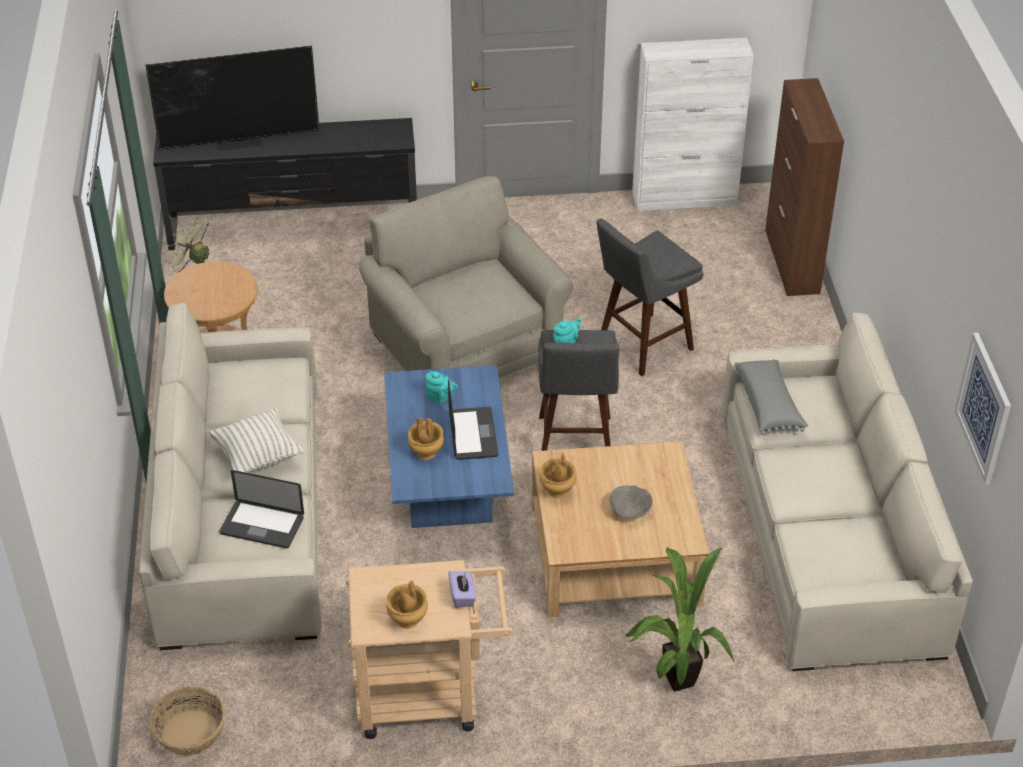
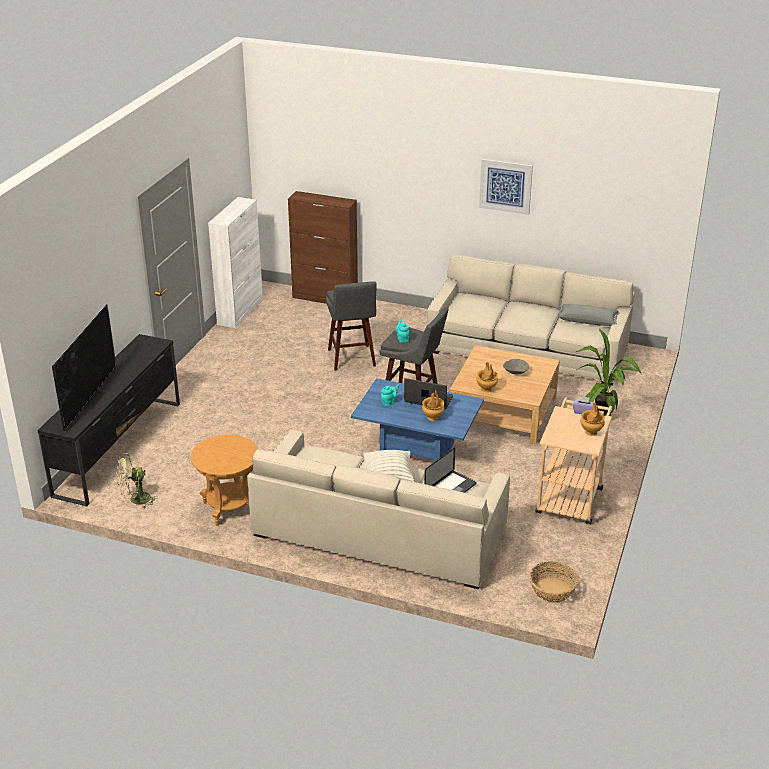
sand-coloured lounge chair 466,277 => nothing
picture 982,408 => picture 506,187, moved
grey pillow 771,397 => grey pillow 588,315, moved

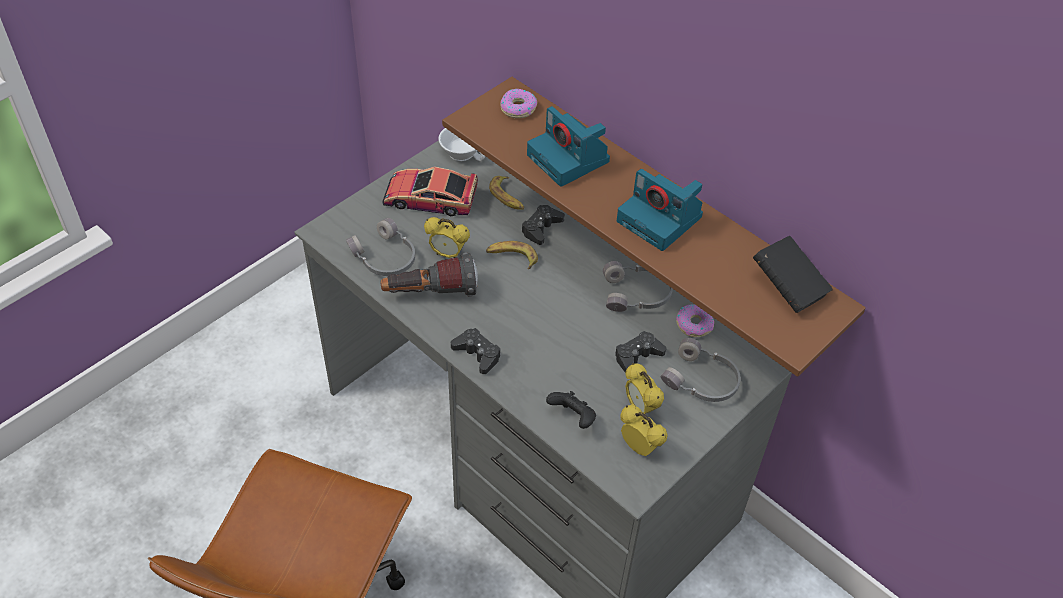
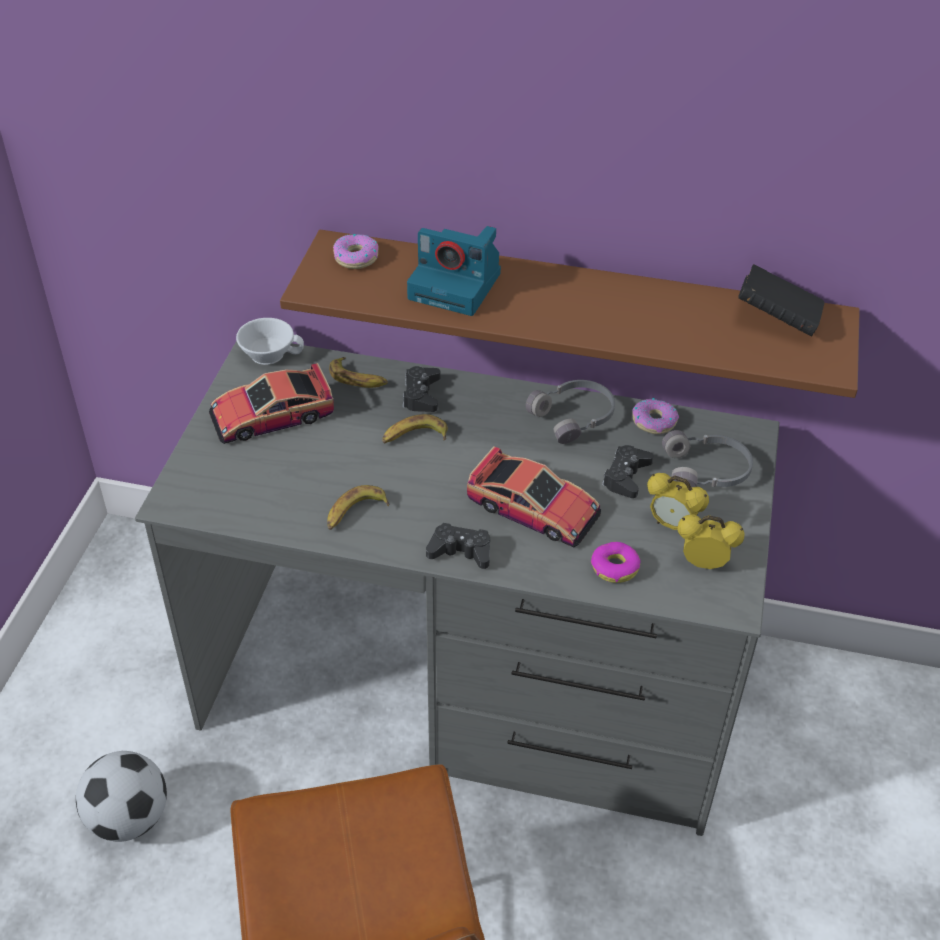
still camera 660,210 => nothing
table clock 447,237 => nothing
grey headset 380,247 => nothing
flashlight 429,275 => whole banana 358,507
black-coloured joypad 571,410 => donut 615,562
nothing => miniature car 534,496
nothing => ball for football 121,796

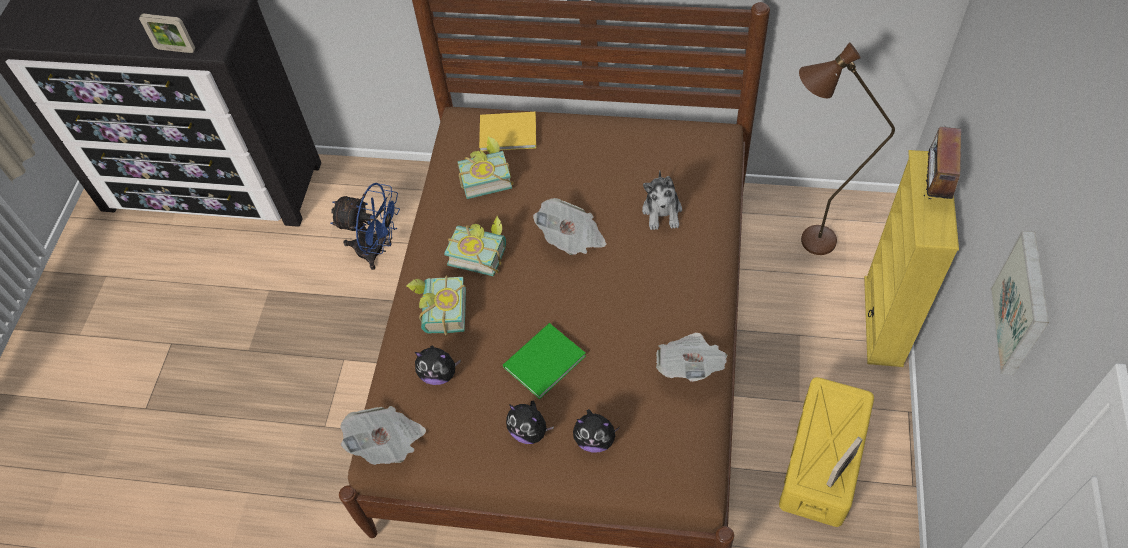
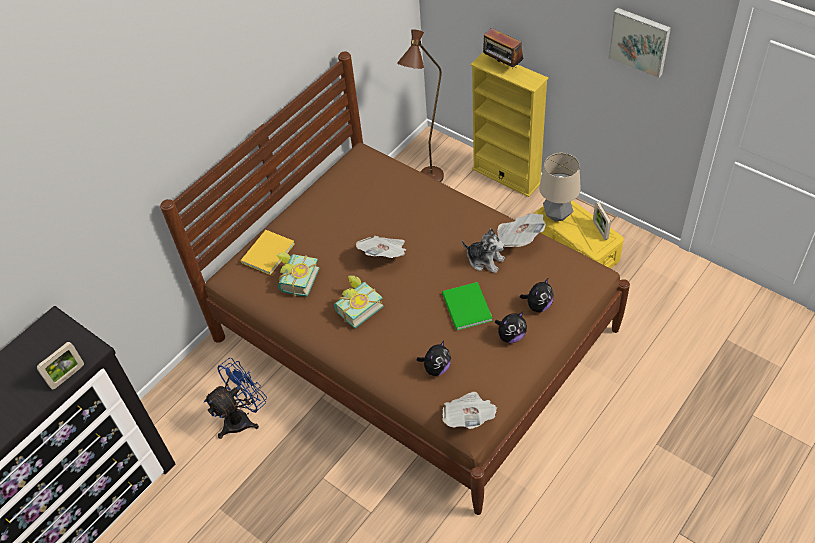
soft toy 662,200 => soft toy 483,250, moved
book 436,305 => nothing
nothing => table lamp 560,187

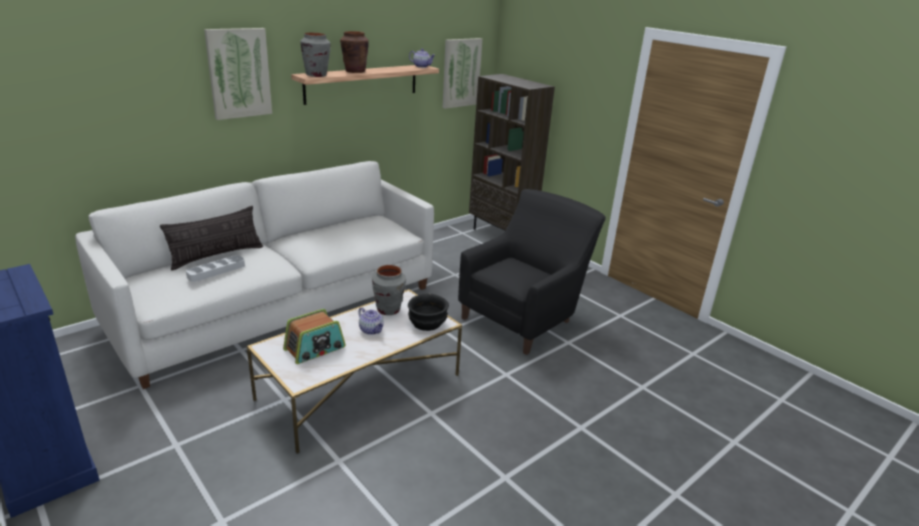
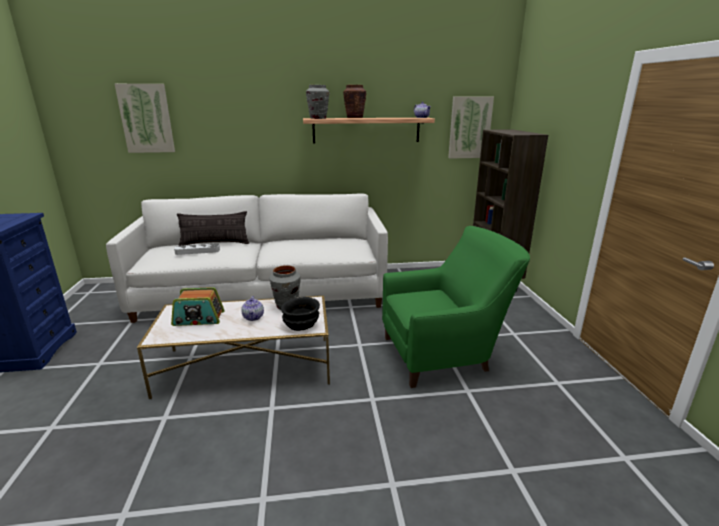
picture 238,74 => picture 145,118, moved
black-coloured lounge chair 532,272 => green lounge chair 456,307

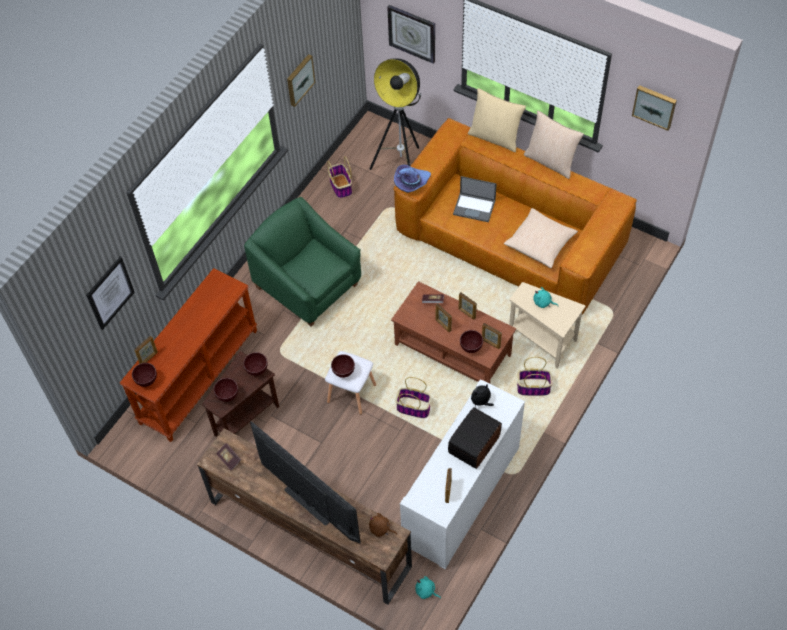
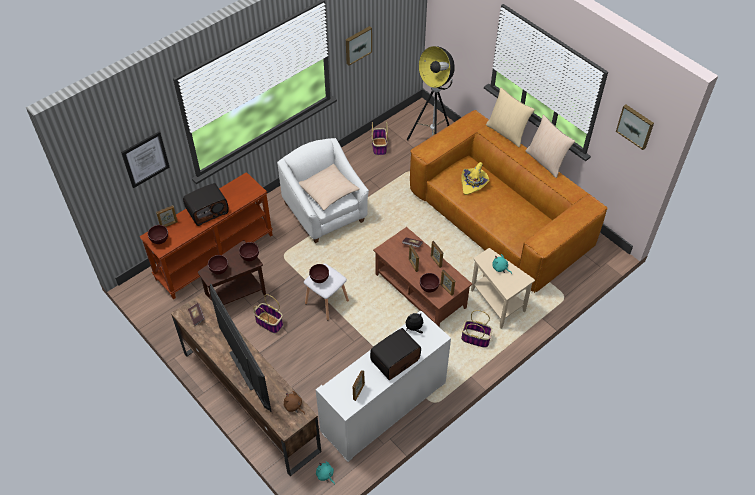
hanging clock 411,34 => nothing
purplish clothing hat 412,179 => nothing
portable computer 475,199 => yellowish clothing hat 475,178
green lounge chair 302,262 => whitish lounge chair 323,190
sand-coloured pillow 541,238 => sand-coloured pillow 329,187, moved
basket 413,397 => basket 268,314, moved
nothing => radio set 206,204

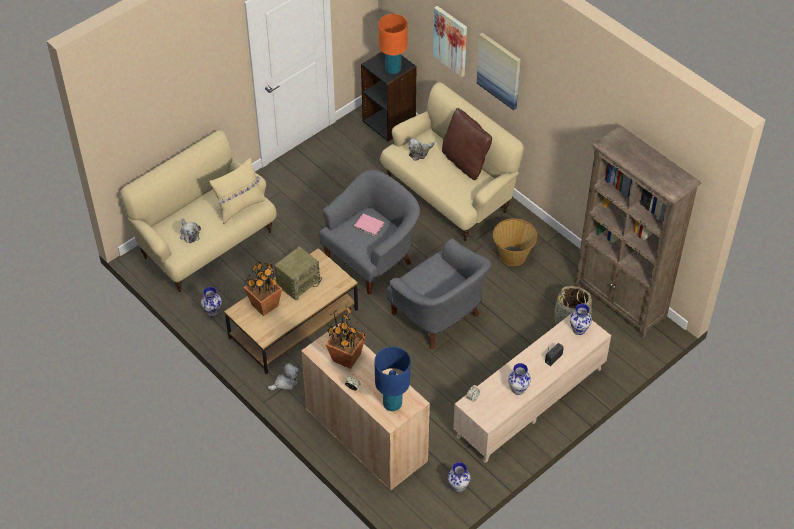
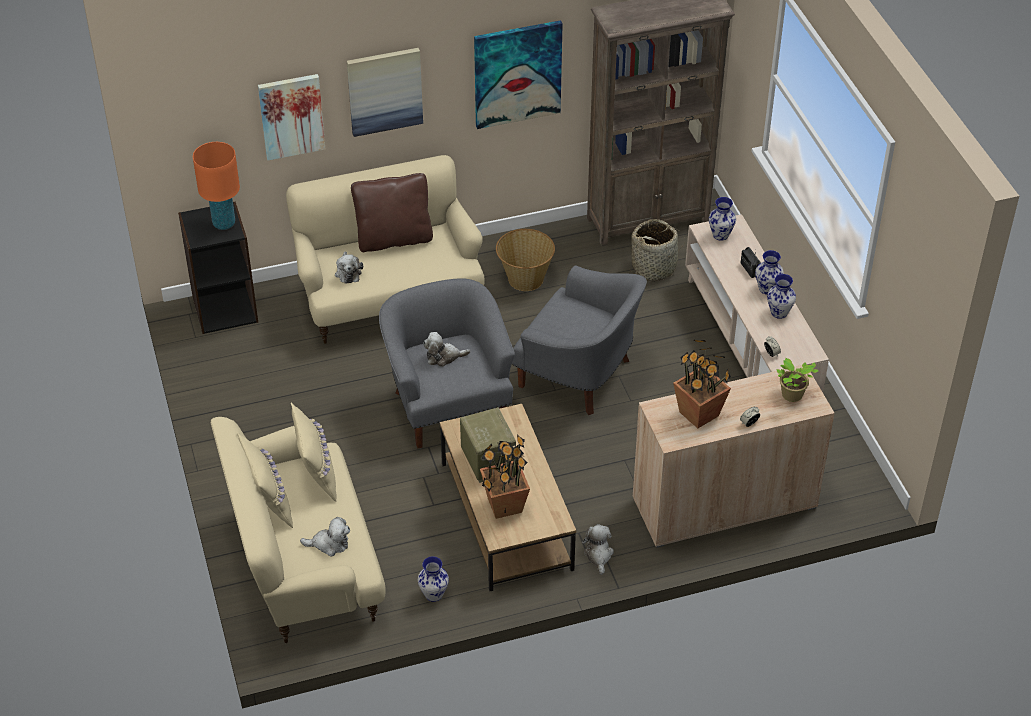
pink-coloured book 369,225 => soft toy 446,349
grey lounge chair 439,293 => grey lounge chair 579,340, 45 degrees clockwise
blue table lamp 392,378 => houseplant 797,380
vase 459,477 => vase 769,272, moved
nothing => picture 518,74
nothing => sand-coloured pillow 265,480

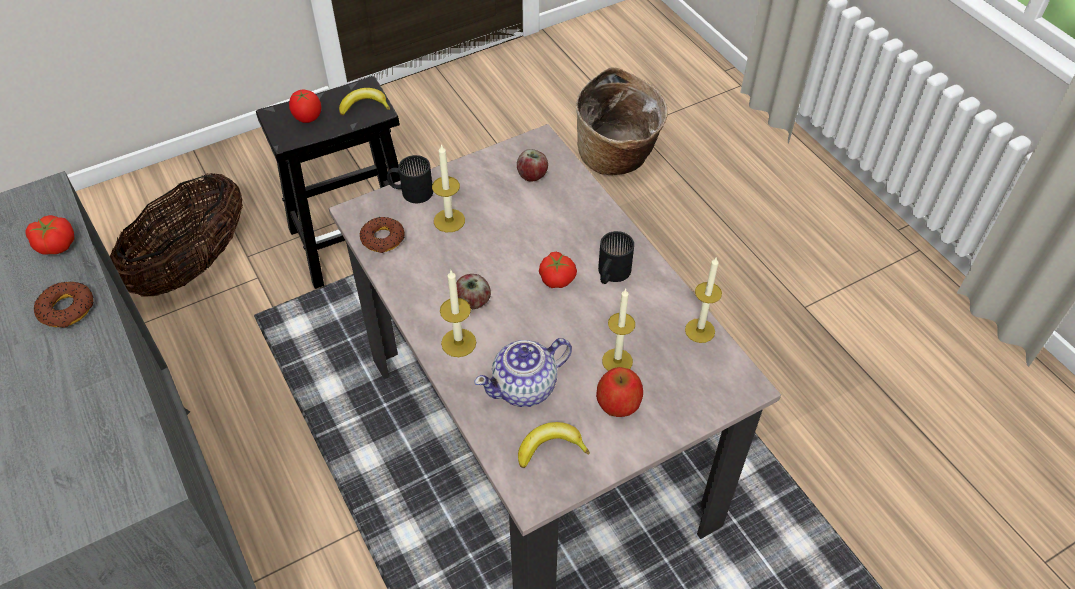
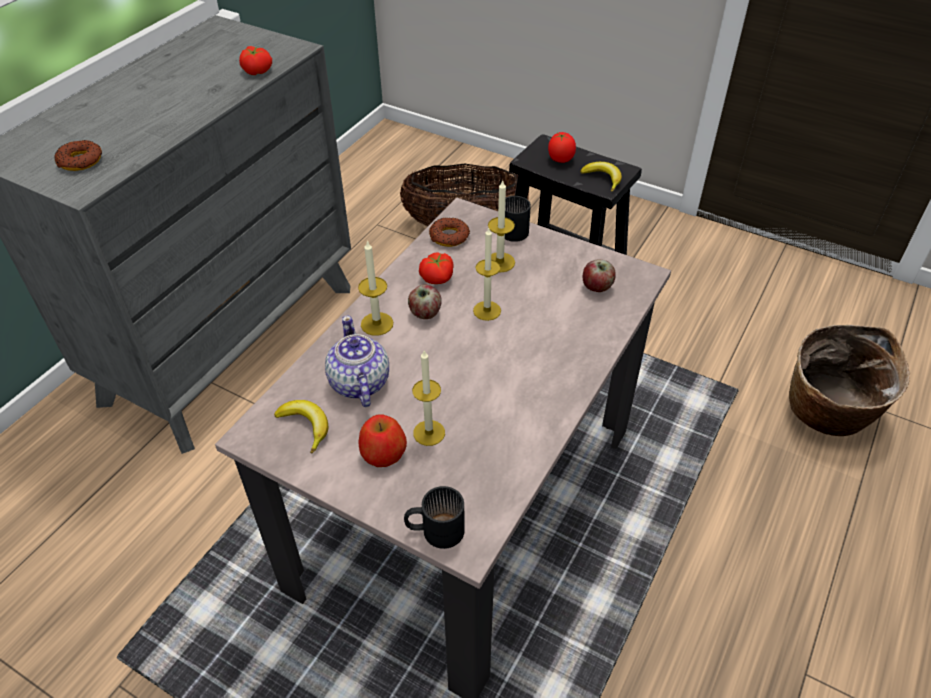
black-coloured coffee mug 616,257 => black-coloured coffee mug 434,517, moved
whole tomato 558,270 => whole tomato 436,268, moved
candle 703,300 => candle 487,274, moved
donut 64,304 => donut 78,155, moved
pot for tea 523,372 => pot for tea 357,361, 45 degrees clockwise

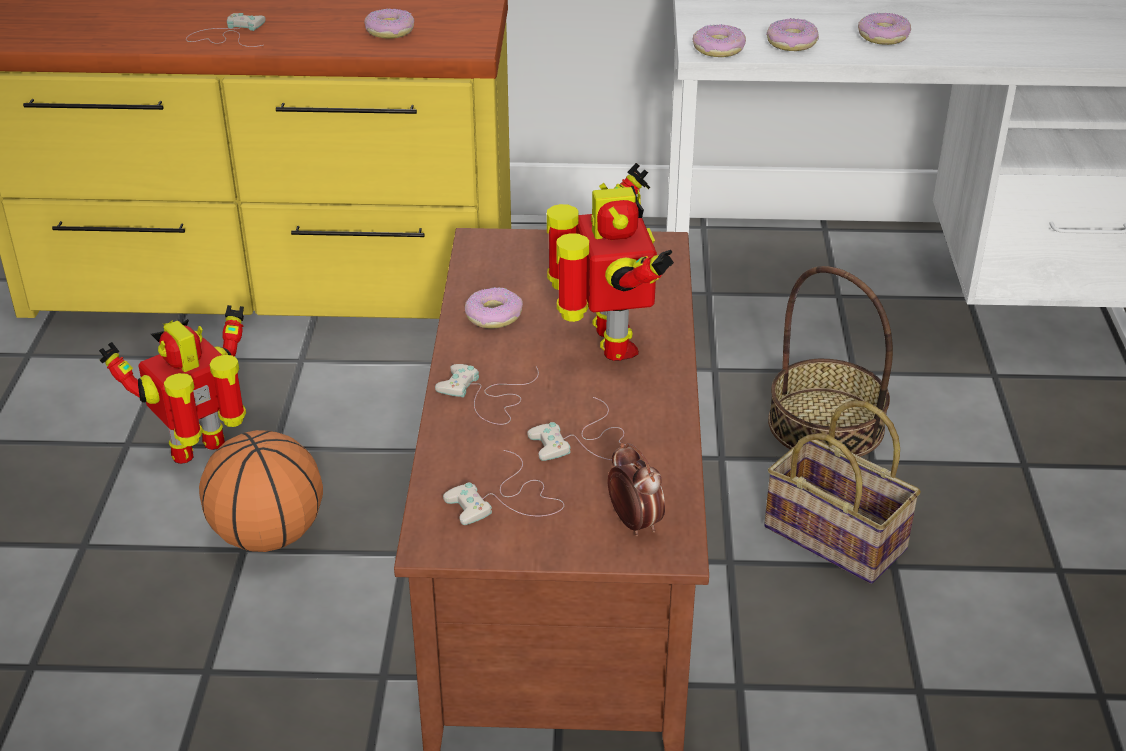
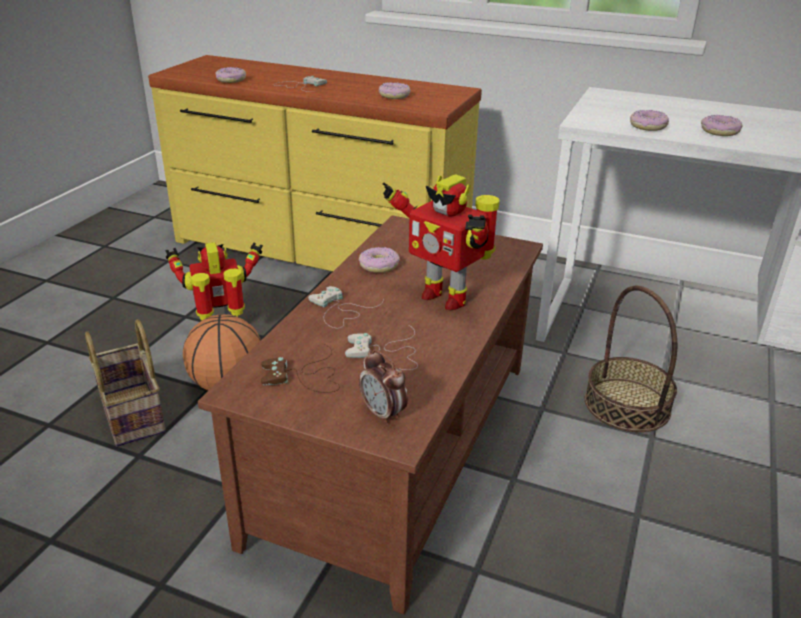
donut 719,41 => donut 230,75, moved
robot figure 610,262 => robot figure 441,242, 120 degrees clockwise
basket 842,492 => basket 125,382, moved
table clock 636,490 => table clock 383,387, 150 degrees clockwise
whitish joypad 503,487 => brown-coloured joypad 300,368

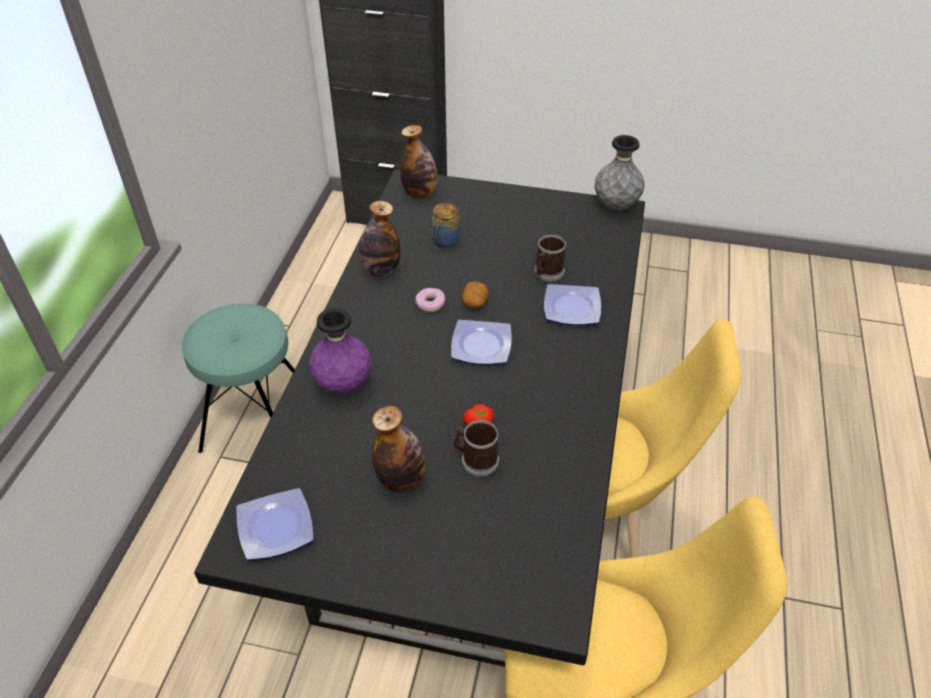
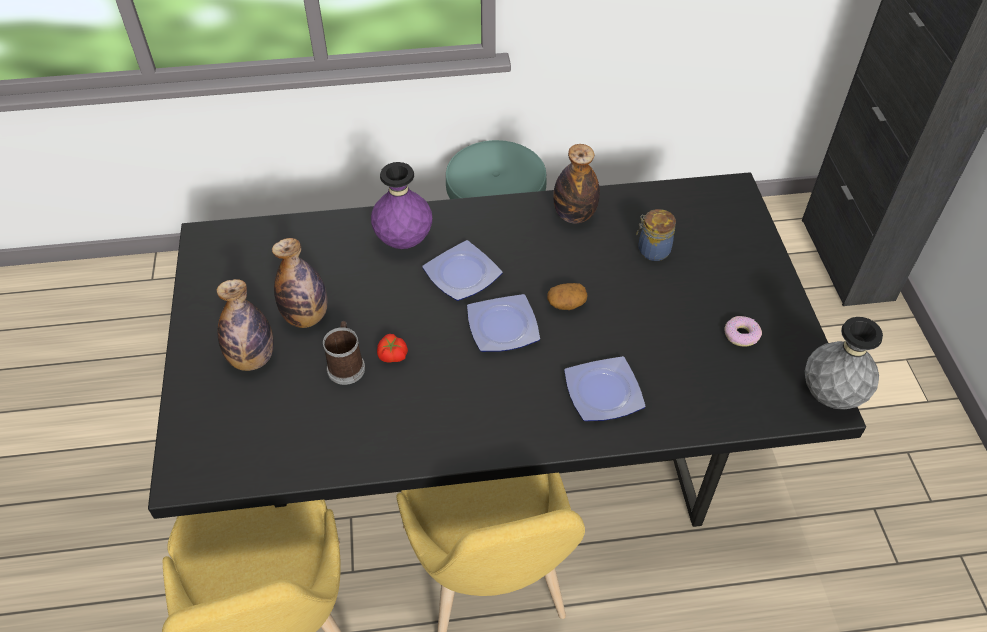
beverage bottle 419,161 => beverage bottle 245,325, moved
coffee mug 550,258 => nothing
donut 430,300 => donut 743,331, moved
plate 275,524 => plate 462,270, moved

